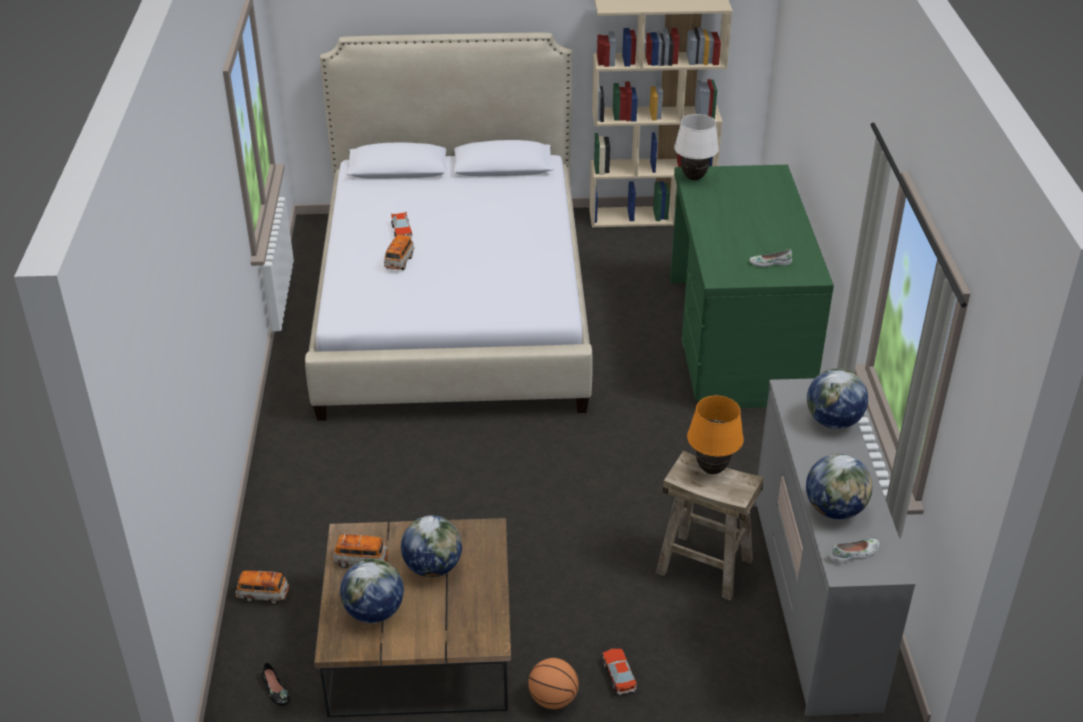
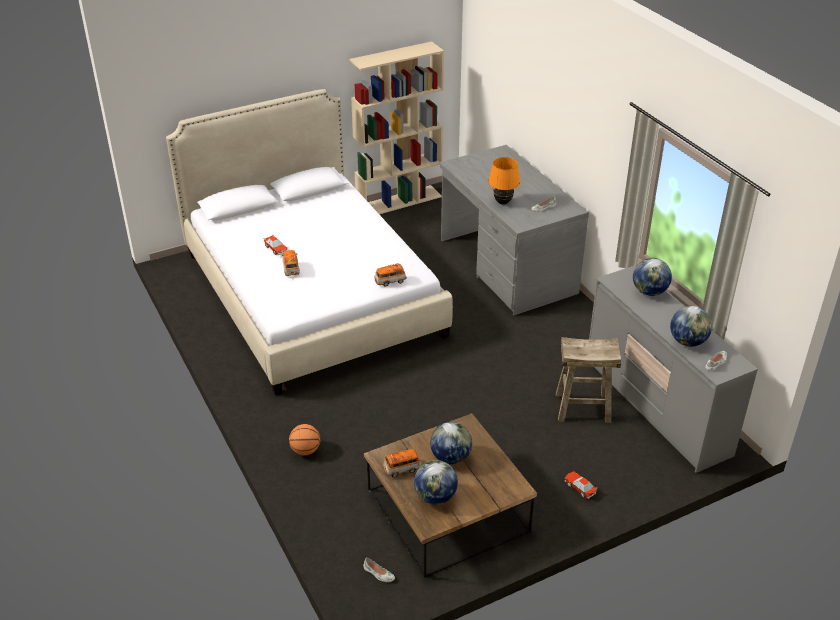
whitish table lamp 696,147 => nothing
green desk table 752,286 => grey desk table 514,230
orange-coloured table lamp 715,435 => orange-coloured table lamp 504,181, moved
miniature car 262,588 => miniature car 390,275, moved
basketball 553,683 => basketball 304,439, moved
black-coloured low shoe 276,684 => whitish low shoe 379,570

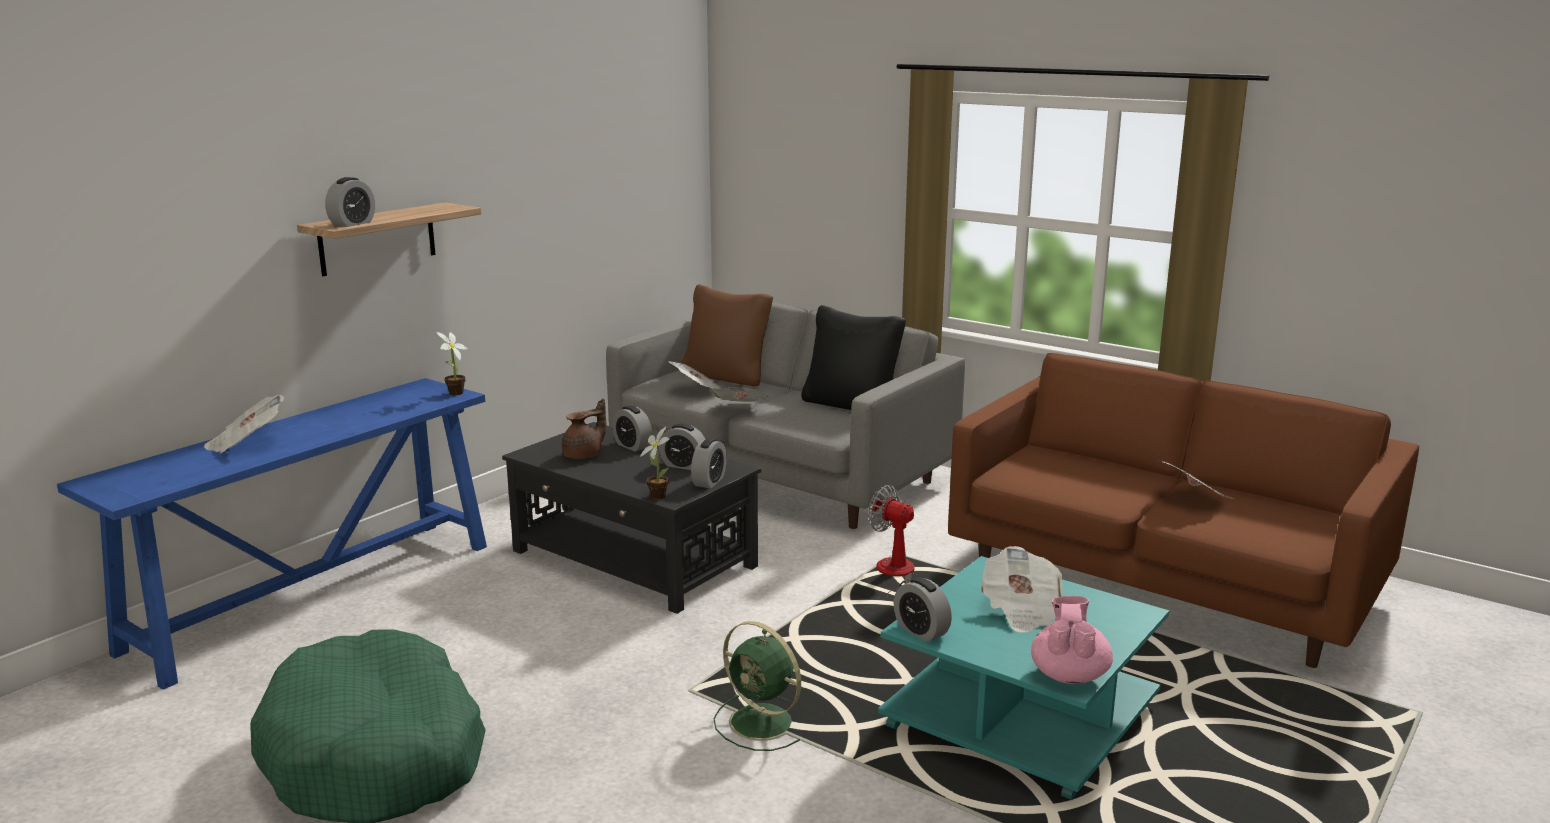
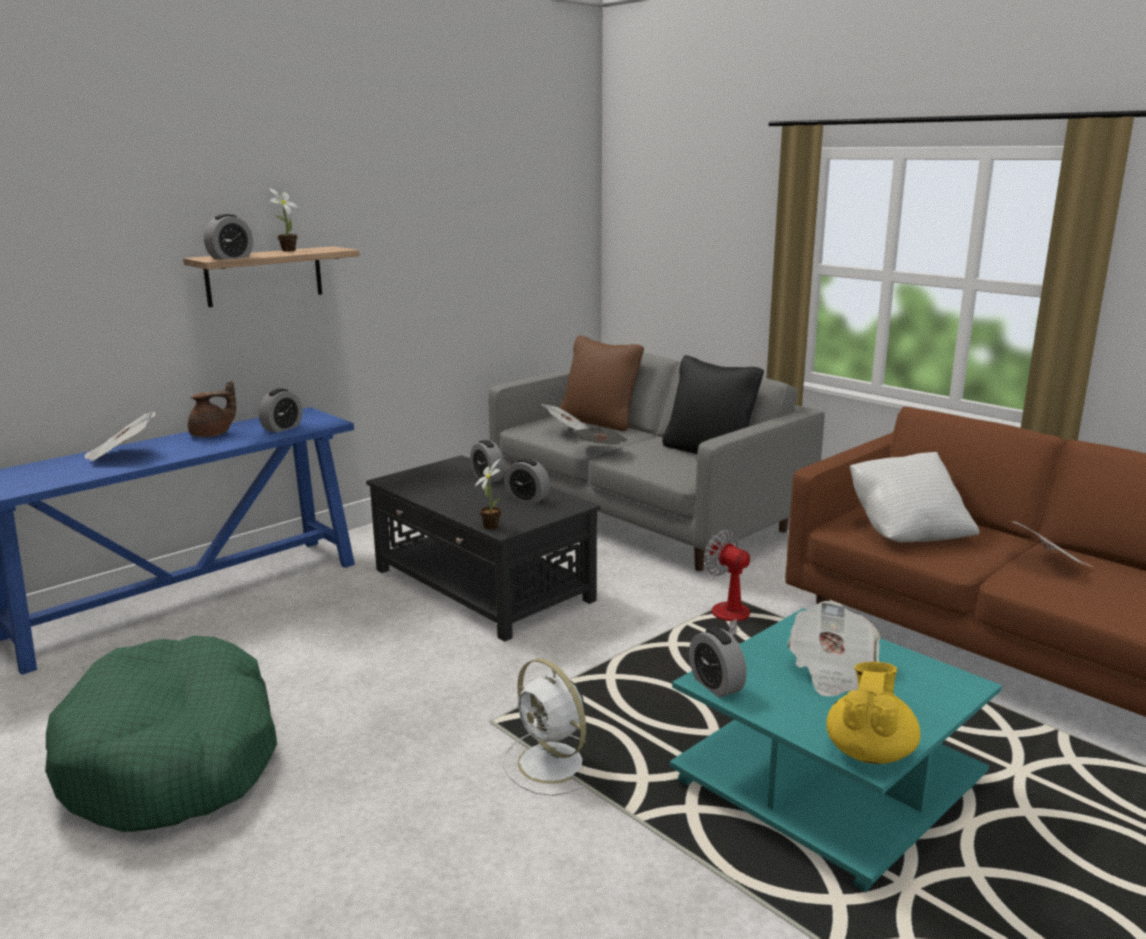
houseplant 451,364 => houseplant 284,220, moved
brown-coloured pot for tea 584,429 => brown-coloured pot for tea 212,409, moved
table clock 708,463 => table clock 280,410, moved
pink-coloured pot for tea 1072,640 => yellowish pot for tea 873,713
green electric fan 757,686 => whitish electric fan 544,727
nothing => whitish pillow 914,497

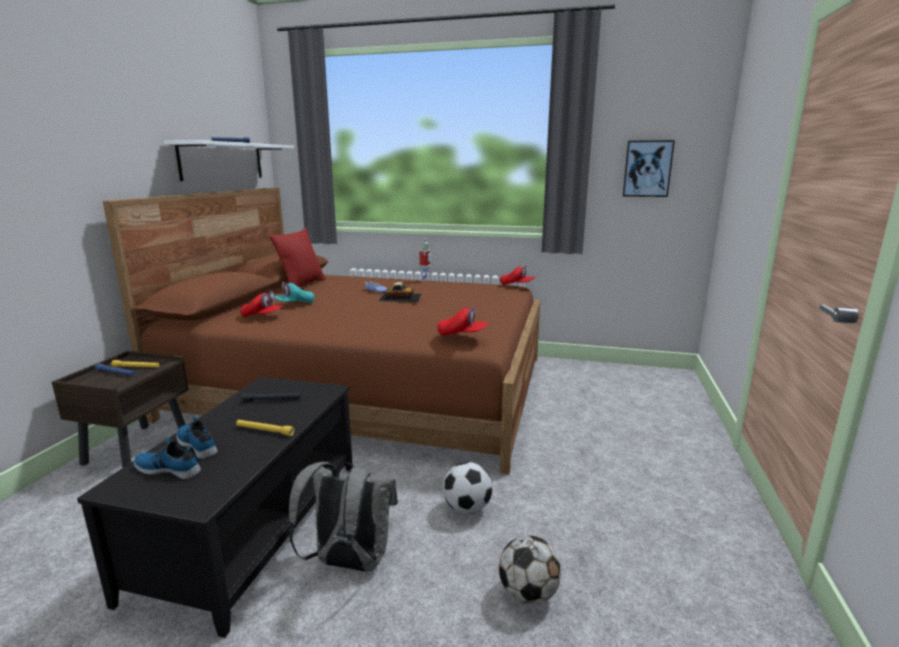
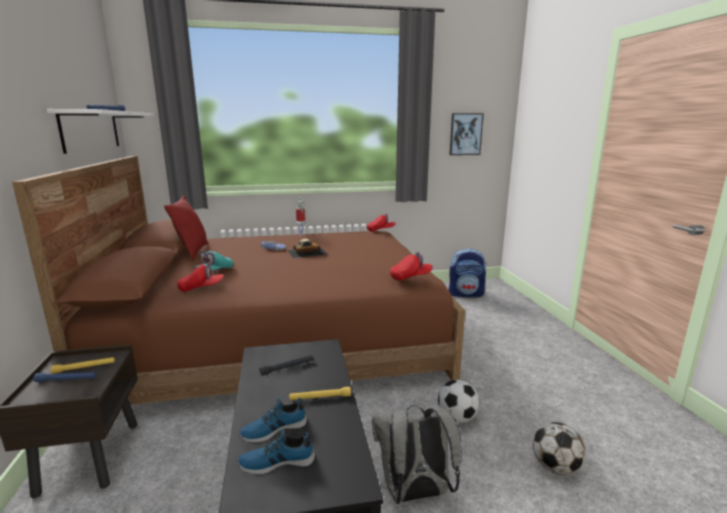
low shoe 197,437 => low shoe 273,420, 45 degrees counterclockwise
nothing => backpack 468,273

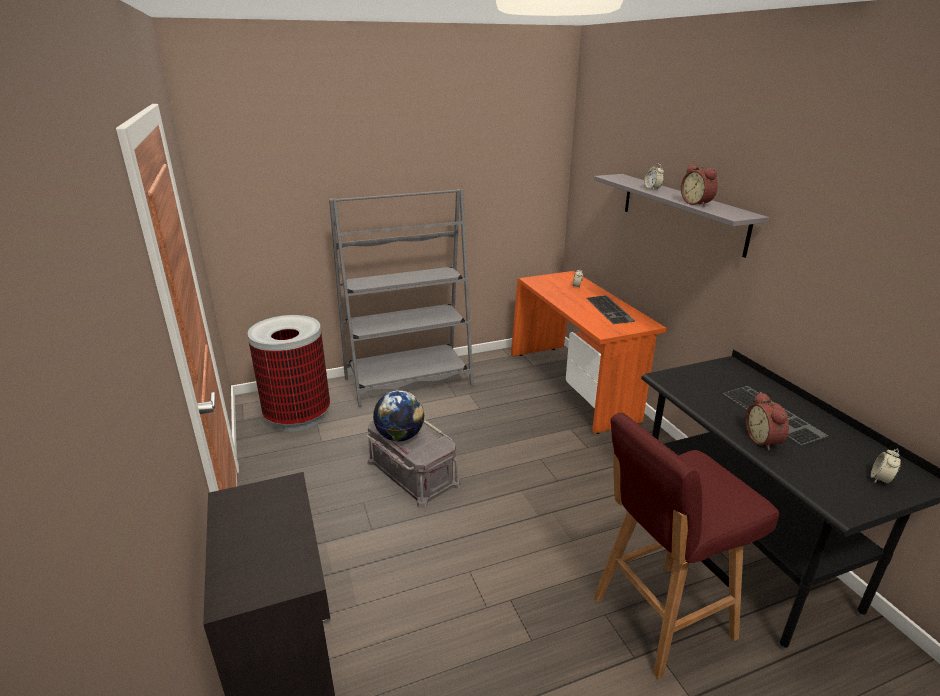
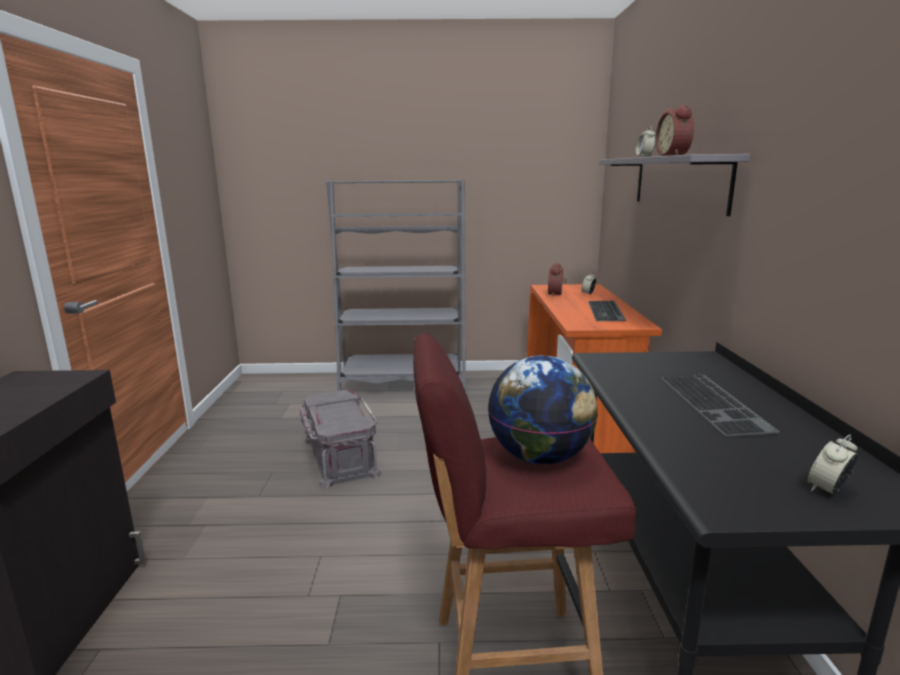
waste bin 288,373 => nothing
world globe 398,416 => world globe 543,410, moved
table clock 767,421 => table clock 557,280, moved

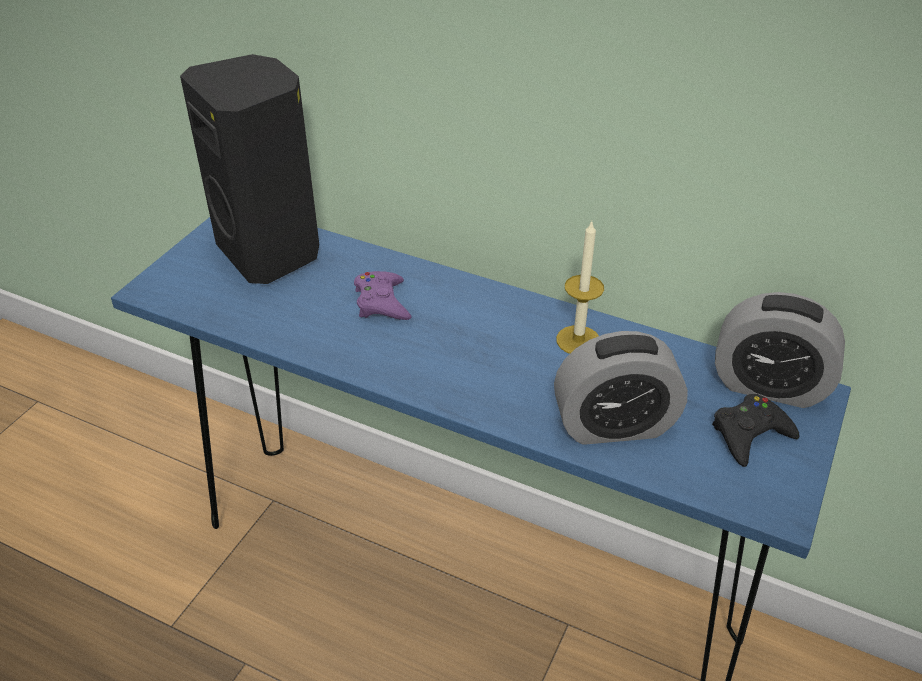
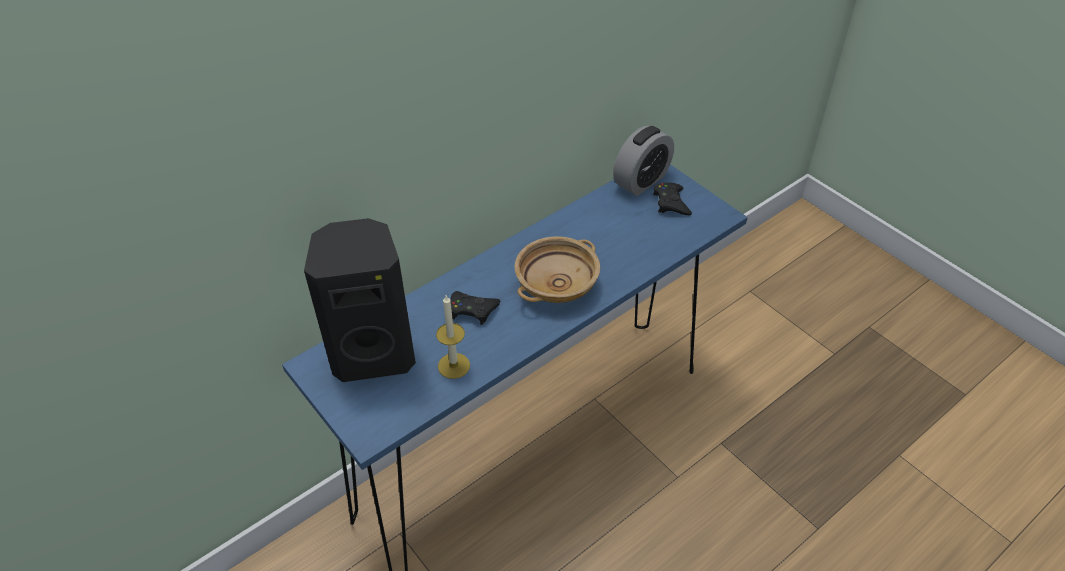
candle 580,287 => candle 453,337, moved
purplish joypad 382,295 => black-coloured joypad 475,308
table clock 621,388 => nothing
nothing => sand-coloured bowl 557,269

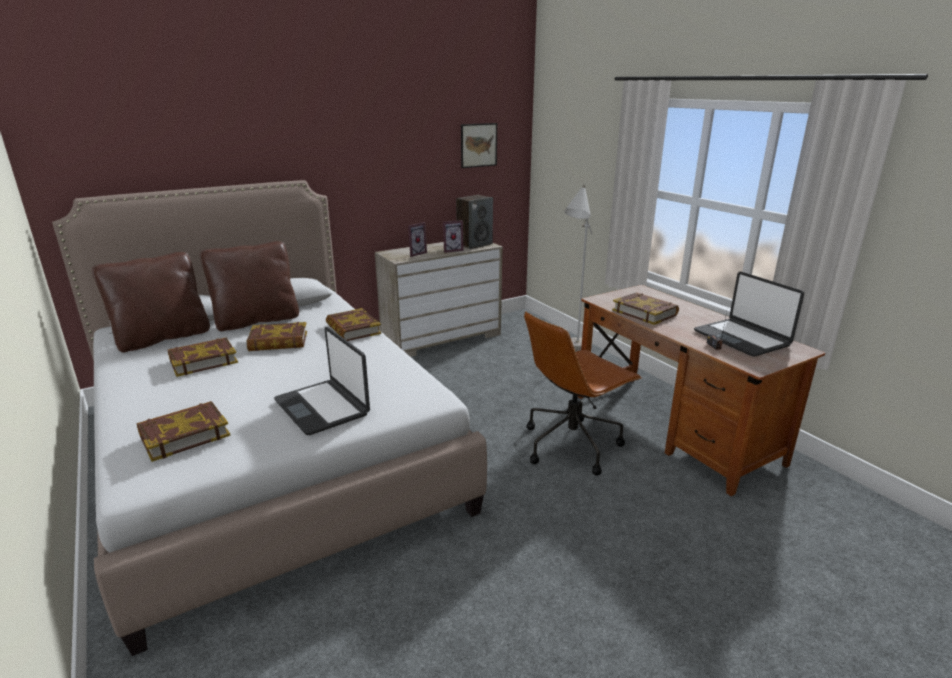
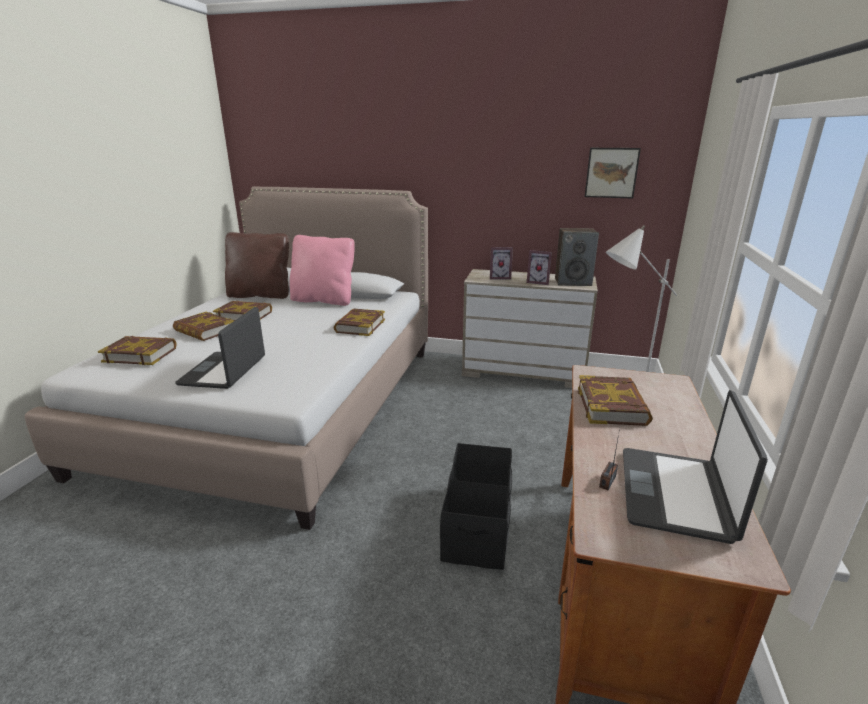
brown-coloured pillow 249,286 => pink-coloured pillow 322,270
brown-coloured desk chair 583,393 => black-coloured storage bin 476,506
book 277,336 => book 203,326, moved

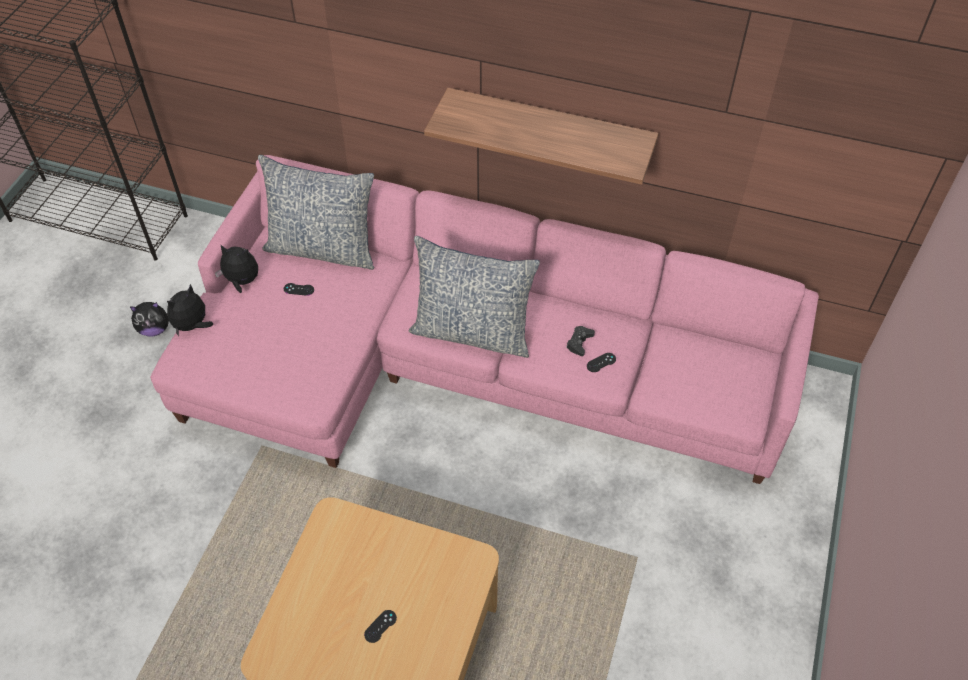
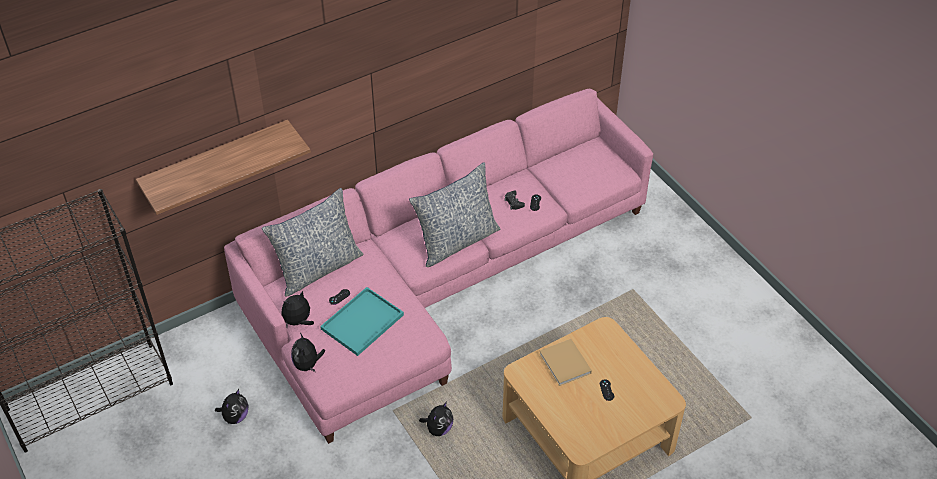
wall shelf 541,136 => wall shelf 223,167, moved
nothing => turquoise carrying tray 362,321
nothing => sand-coloured book 565,362
nothing => soft toy 436,418

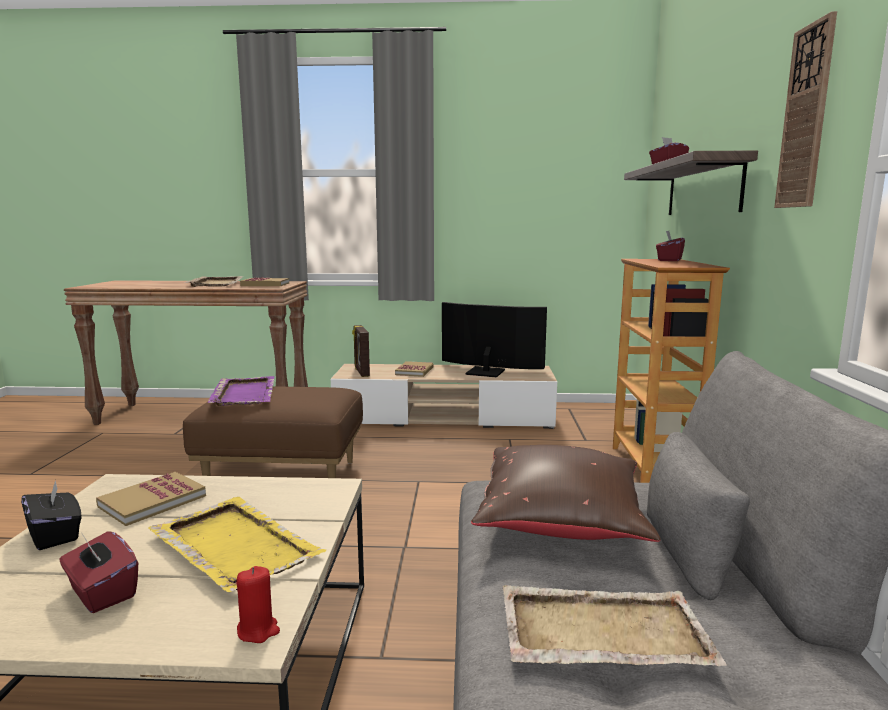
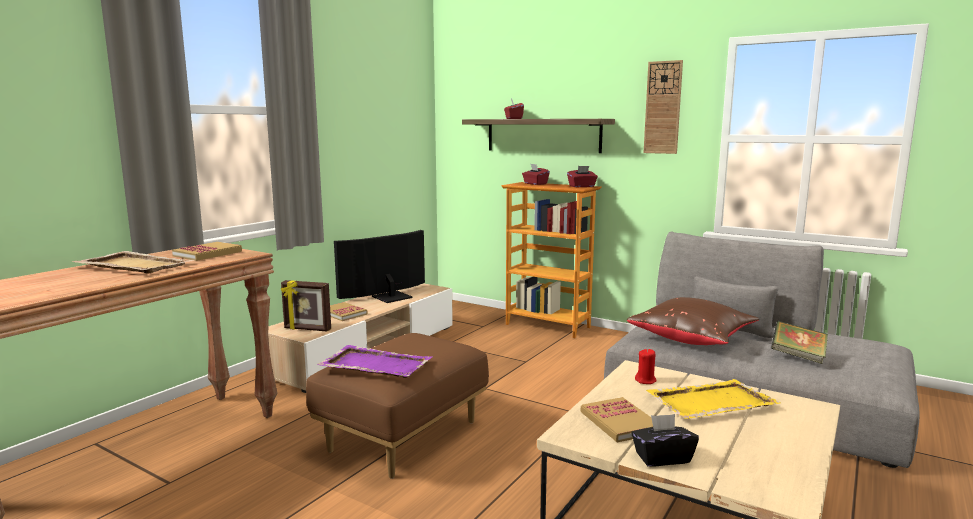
reddish box of tissues 98,572 => reddish box of tissues 582,176, moved
reddish candle 258,604 => reddish candle 646,366, moved
sand-coloured carrying tray 615,625 => book 799,342

